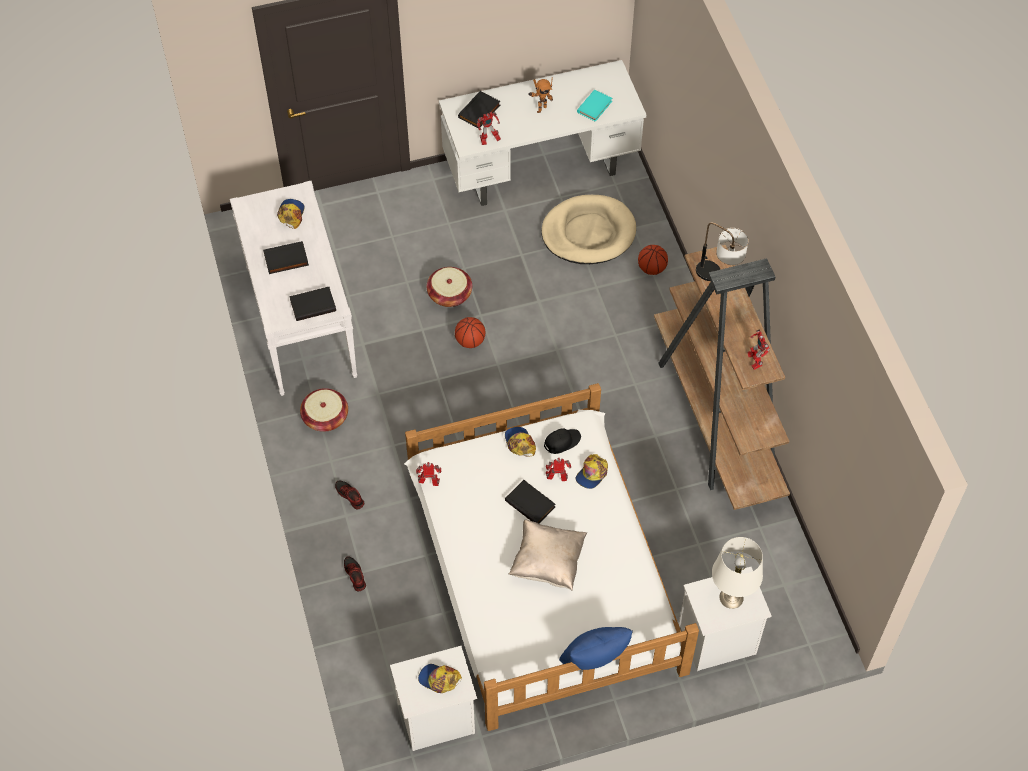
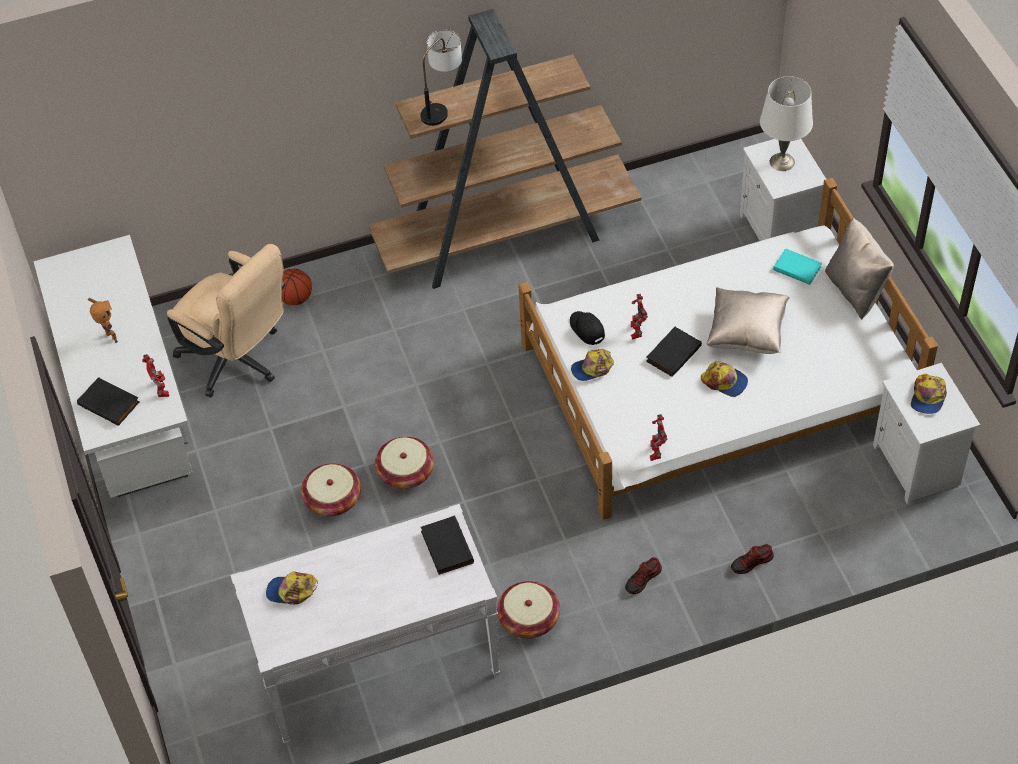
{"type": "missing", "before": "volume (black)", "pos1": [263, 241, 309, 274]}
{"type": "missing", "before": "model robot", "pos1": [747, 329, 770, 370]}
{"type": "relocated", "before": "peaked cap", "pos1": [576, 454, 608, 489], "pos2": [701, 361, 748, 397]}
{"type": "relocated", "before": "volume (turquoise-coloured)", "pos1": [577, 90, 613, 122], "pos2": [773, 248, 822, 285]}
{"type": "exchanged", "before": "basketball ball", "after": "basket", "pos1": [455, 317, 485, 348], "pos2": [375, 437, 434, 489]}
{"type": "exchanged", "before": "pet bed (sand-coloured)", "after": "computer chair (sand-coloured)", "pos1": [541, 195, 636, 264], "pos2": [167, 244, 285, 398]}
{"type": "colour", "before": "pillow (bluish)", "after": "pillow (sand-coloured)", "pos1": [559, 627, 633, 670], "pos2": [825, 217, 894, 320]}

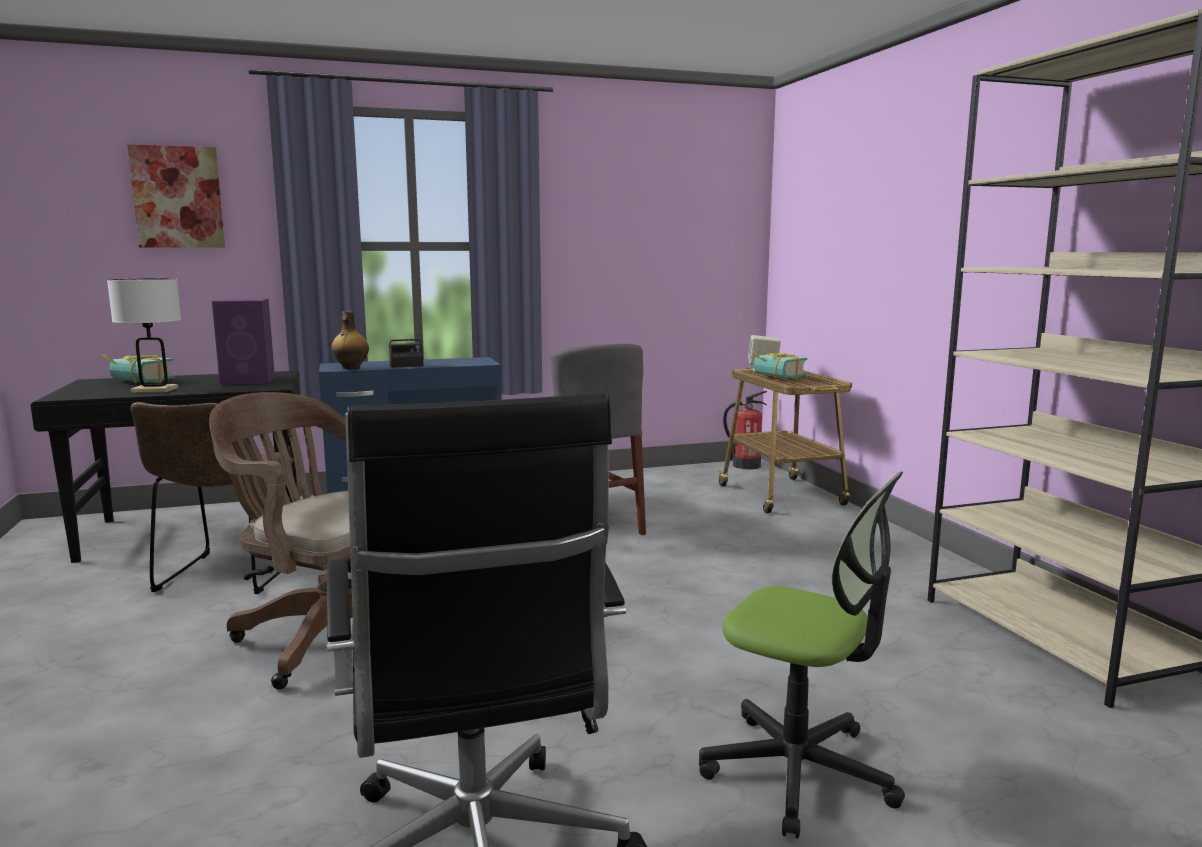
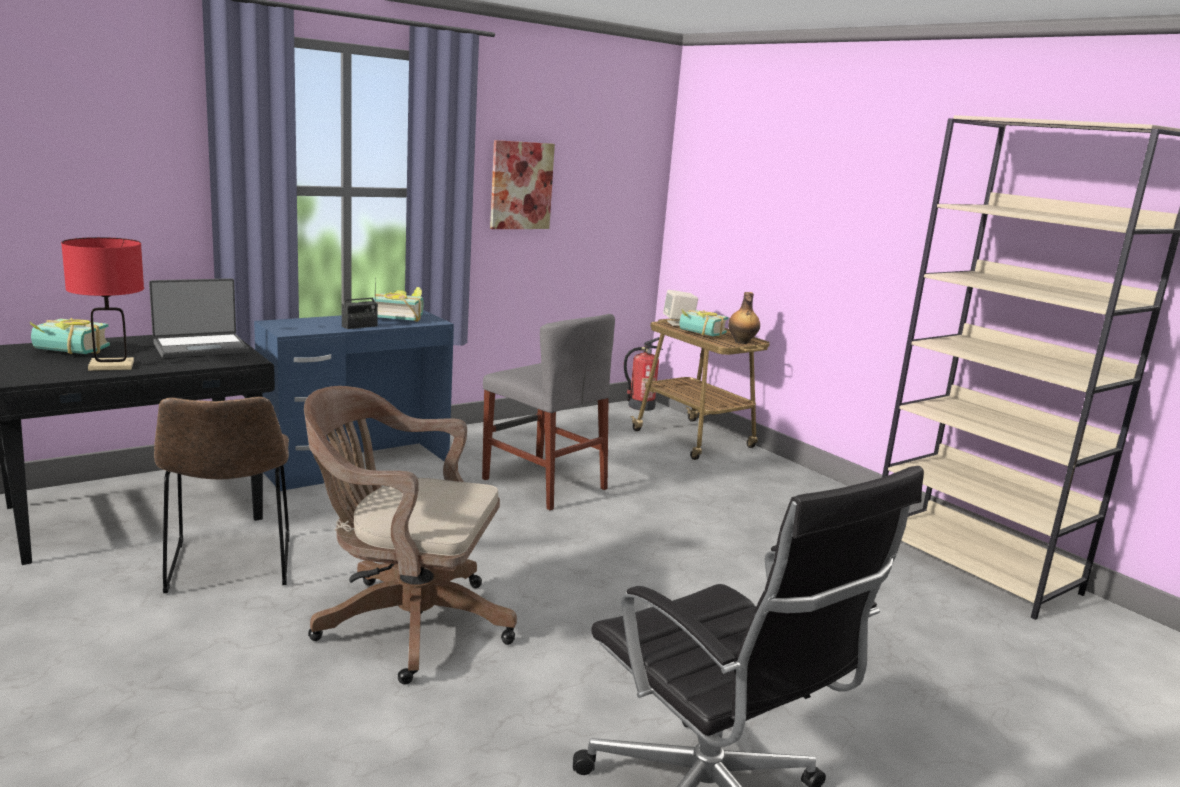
{"type": "missing", "before": "computer chair", "pos1": [699, 471, 905, 838]}
{"type": "appeared", "after": "volume", "pos2": [373, 287, 423, 322]}
{"type": "relocated", "before": "picture", "pos1": [127, 144, 225, 248], "pos2": [490, 140, 555, 229]}
{"type": "relocated", "before": "beverage bottle", "pos1": [331, 311, 369, 370], "pos2": [728, 292, 760, 344]}
{"type": "exchanged", "before": "audio speaker (purple-coloured)", "after": "portable computer", "pos1": [212, 298, 275, 385], "pos2": [149, 278, 249, 358]}
{"type": "colour", "before": "tabletop lamp (white)", "after": "tabletop lamp (red)", "pos1": [107, 278, 181, 393], "pos2": [61, 237, 144, 371]}

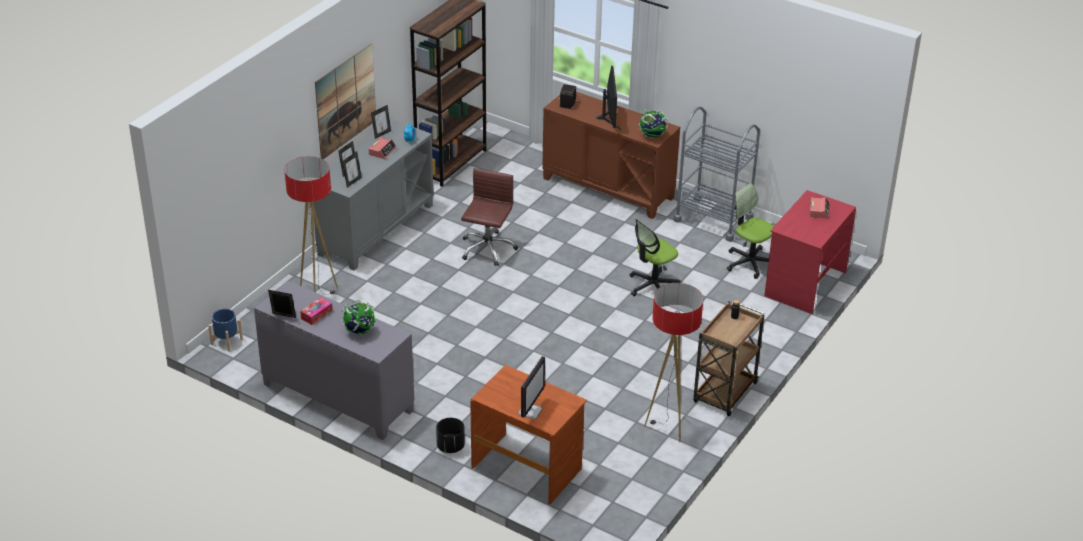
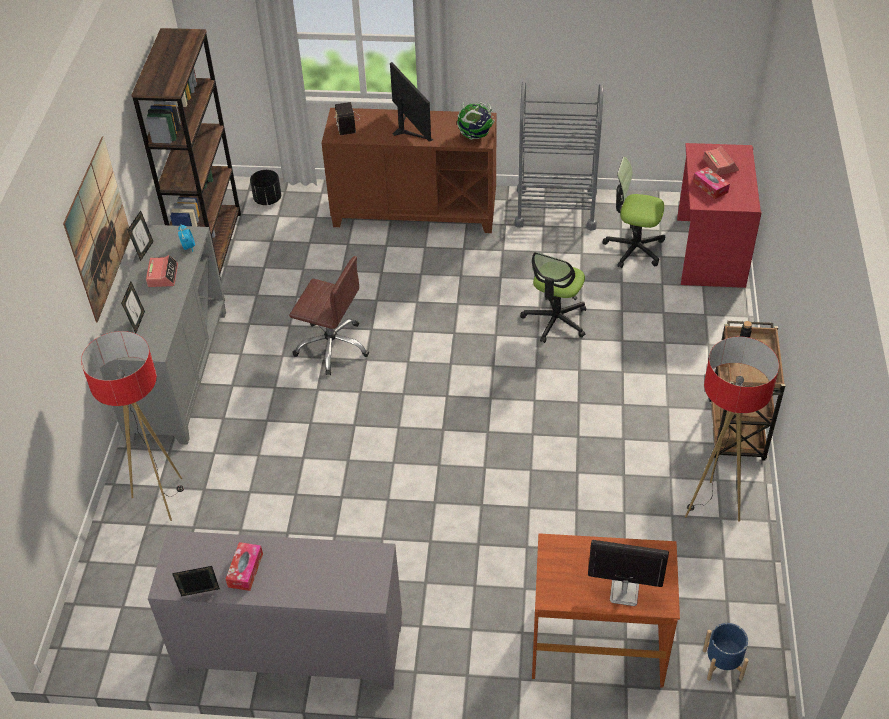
{"type": "missing", "before": "globe", "pos1": [341, 300, 376, 335]}
{"type": "missing", "before": "picture frame", "pos1": [342, 152, 362, 187]}
{"type": "appeared", "after": "tissue holder", "pos2": [693, 167, 730, 199]}
{"type": "relocated", "before": "plant pot (bluish)", "pos1": [208, 309, 243, 352], "pos2": [703, 623, 749, 681]}
{"type": "relocated", "before": "plant pot (black)", "pos1": [436, 418, 465, 453], "pos2": [250, 170, 281, 205]}
{"type": "spun", "before": "computer chair (brown)", "pos1": [461, 168, 518, 266], "pos2": [289, 256, 369, 375], "turn": 120}
{"type": "spun", "before": "computer display", "pos1": [518, 356, 545, 419], "pos2": [588, 540, 669, 606], "turn": -75}

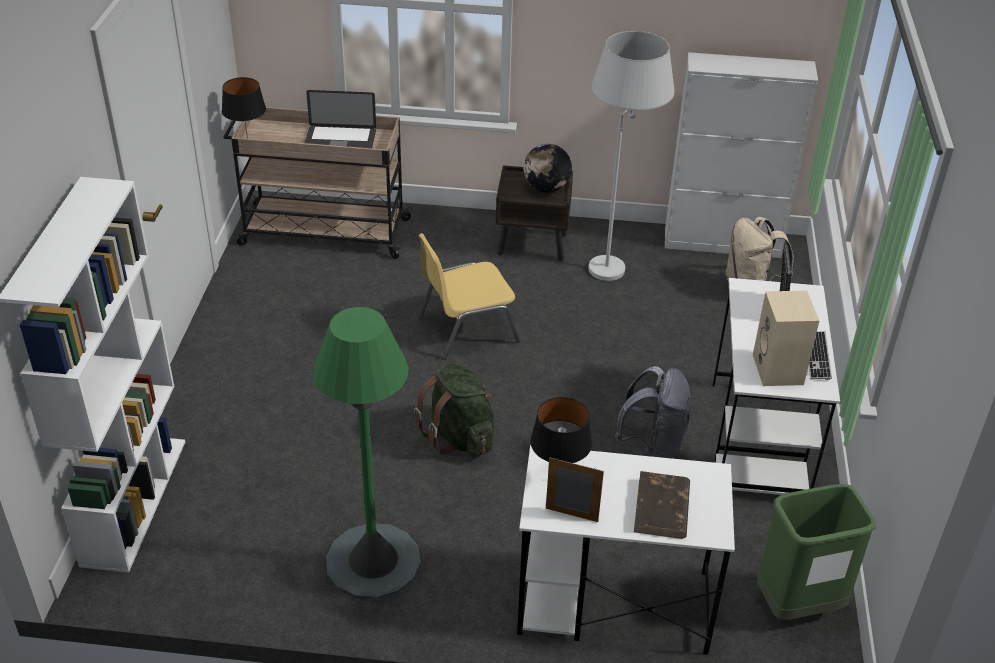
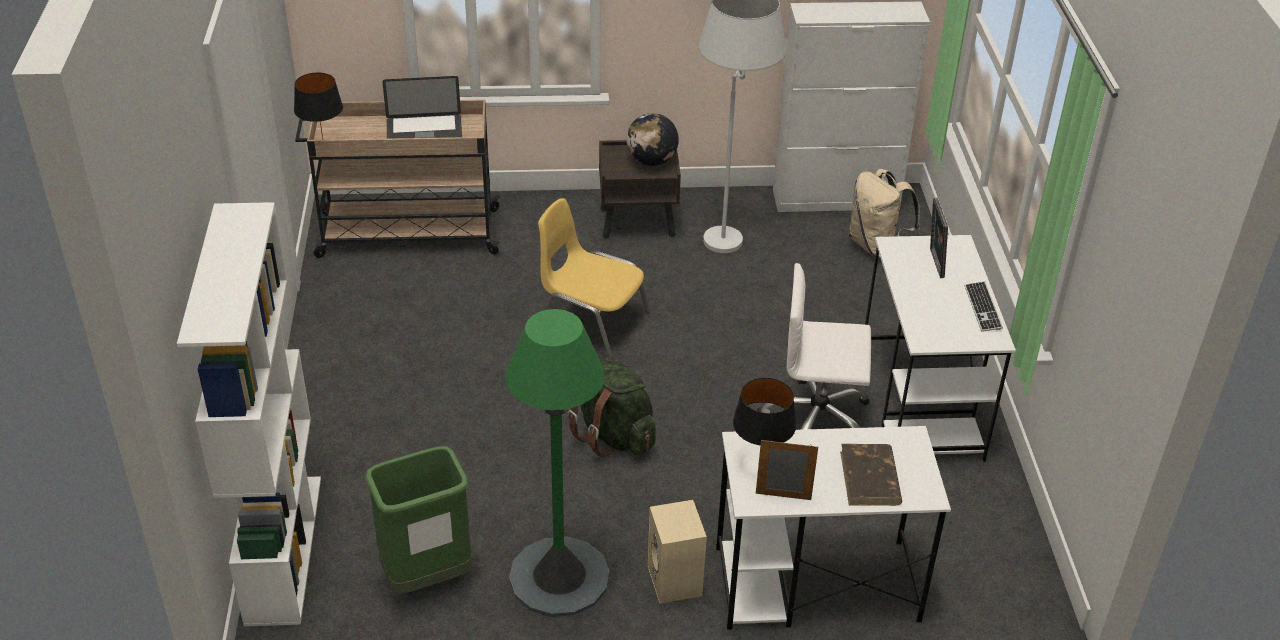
{"type": "relocated", "before": "audio speaker (sand-coloured)", "pos1": [753, 291, 819, 386], "pos2": [648, 500, 707, 604]}
{"type": "relocated", "before": "rubbish bin (greenish)", "pos1": [757, 484, 876, 620], "pos2": [365, 446, 472, 593]}
{"type": "exchanged", "before": "knapsack (grey)", "after": "computer chair (white)", "pos1": [615, 366, 693, 459], "pos2": [757, 263, 871, 430]}
{"type": "spun", "before": "plain chair (yellow-coloured)", "pos1": [418, 233, 520, 360], "pos2": [538, 198, 650, 359], "turn": 60}

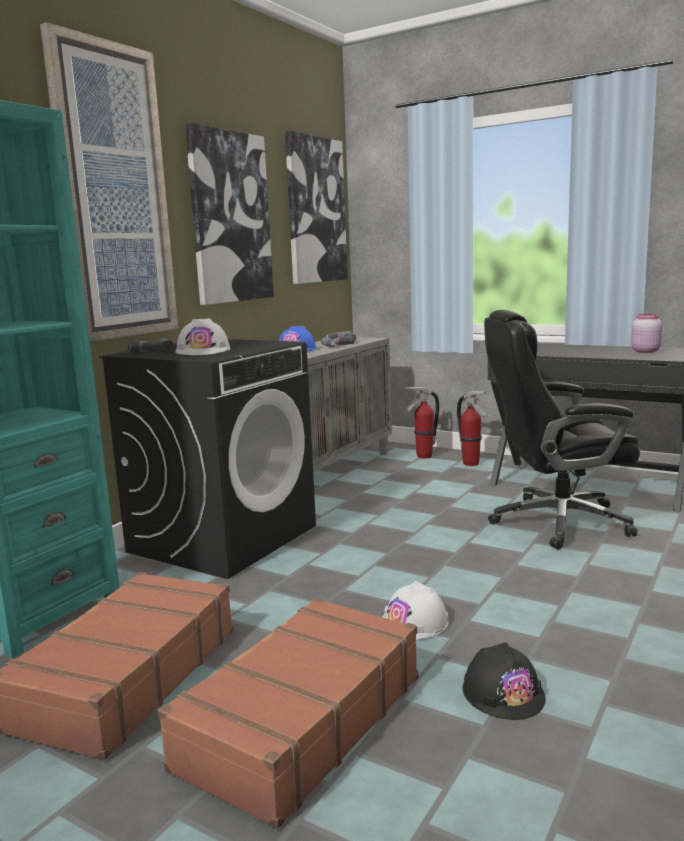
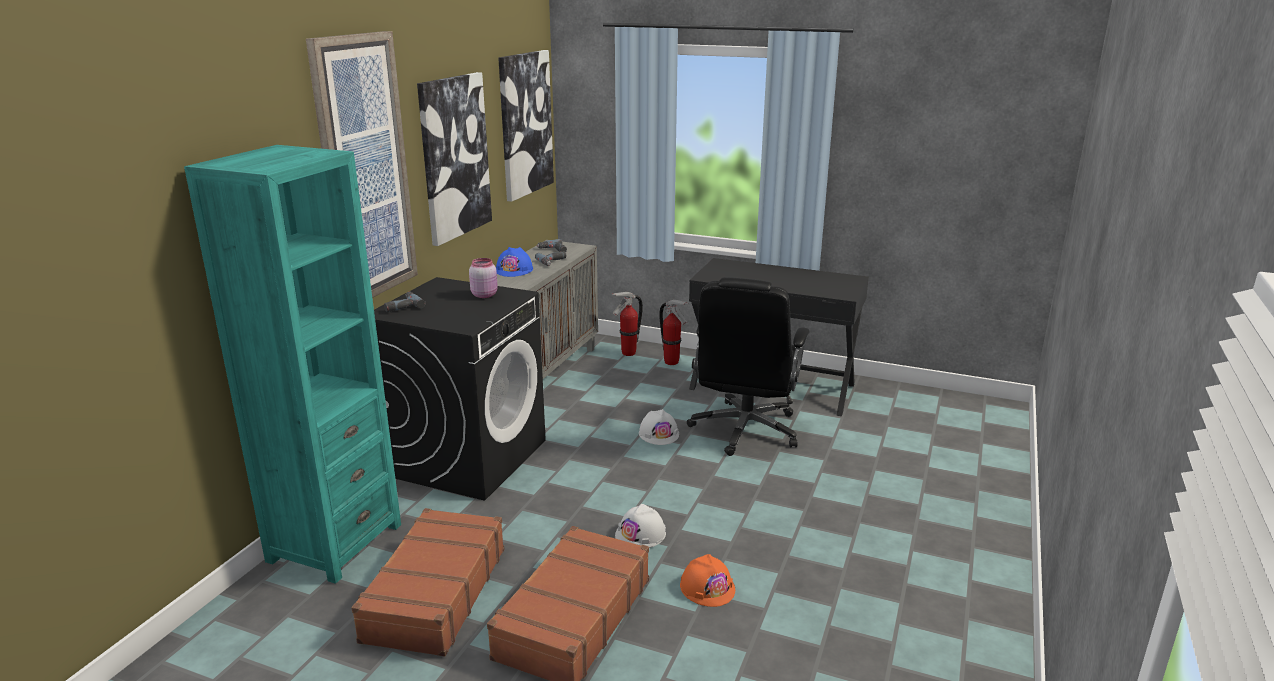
{"type": "relocated", "before": "hard hat (white)", "pos1": [175, 318, 231, 355], "pos2": [639, 409, 679, 445]}
{"type": "relocated", "before": "preserve jar (pink-coloured)", "pos1": [631, 314, 662, 353], "pos2": [469, 258, 498, 298]}
{"type": "colour", "before": "hard hat (black)", "after": "hard hat (orange-coloured)", "pos1": [463, 642, 545, 720], "pos2": [680, 554, 735, 607]}
{"type": "spun", "before": "computer chair (black)", "pos1": [484, 310, 640, 549], "pos2": [687, 277, 810, 456], "turn": -60}

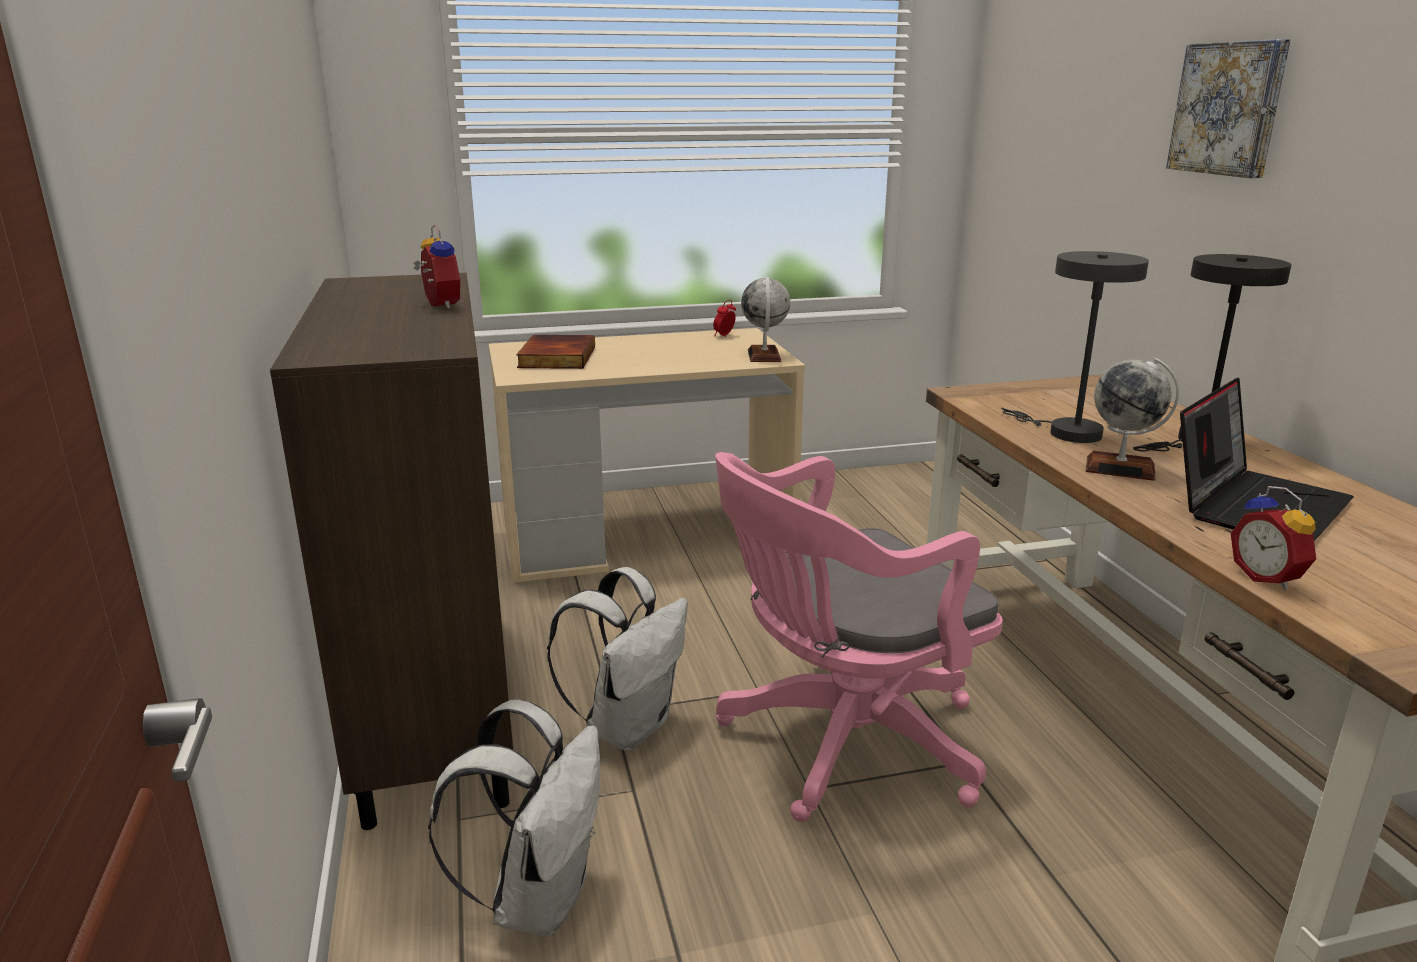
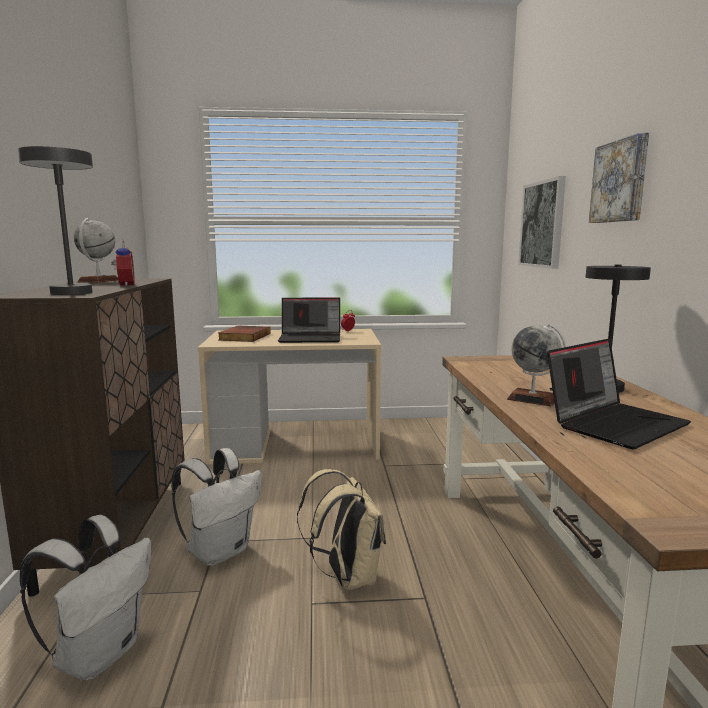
{"type": "missing", "before": "bedside clock", "pos1": [1231, 486, 1316, 590]}
{"type": "appeared", "after": "portable computer", "pos2": [278, 298, 340, 343]}
{"type": "appeared", "after": "picture", "pos2": [518, 176, 566, 269]}
{"type": "relocated", "before": "globe", "pos1": [741, 277, 790, 362], "pos2": [74, 218, 118, 283]}
{"type": "relocated", "before": "tabletop lamp (grey)", "pos1": [1001, 251, 1149, 443], "pos2": [18, 146, 93, 295]}
{"type": "exchanged", "before": "computer chair (pink-coloured)", "after": "knapsack (sand-coloured)", "pos1": [715, 452, 1003, 822], "pos2": [297, 469, 386, 590]}

